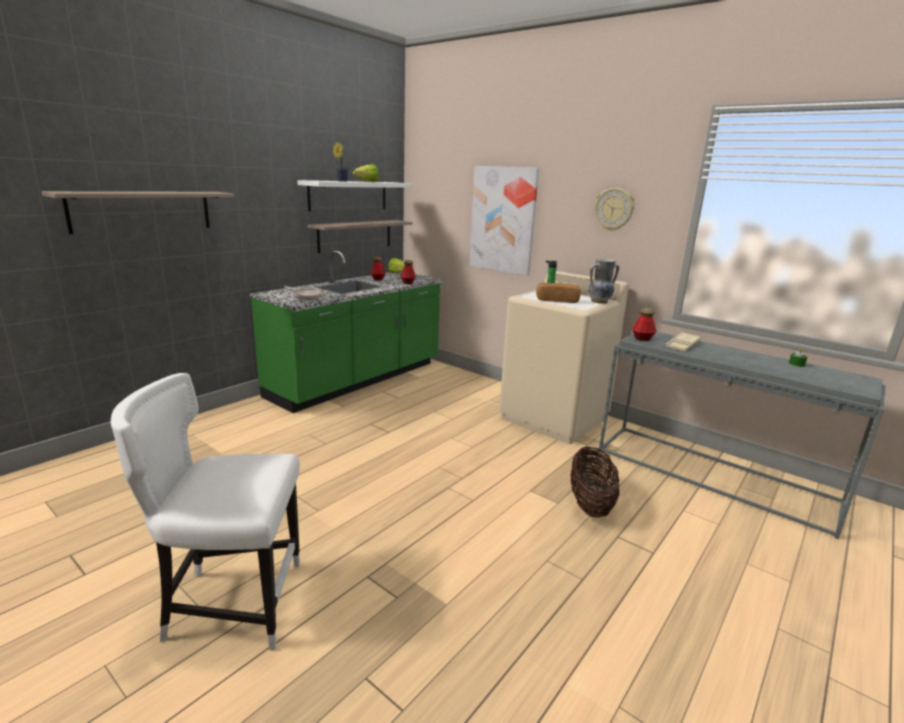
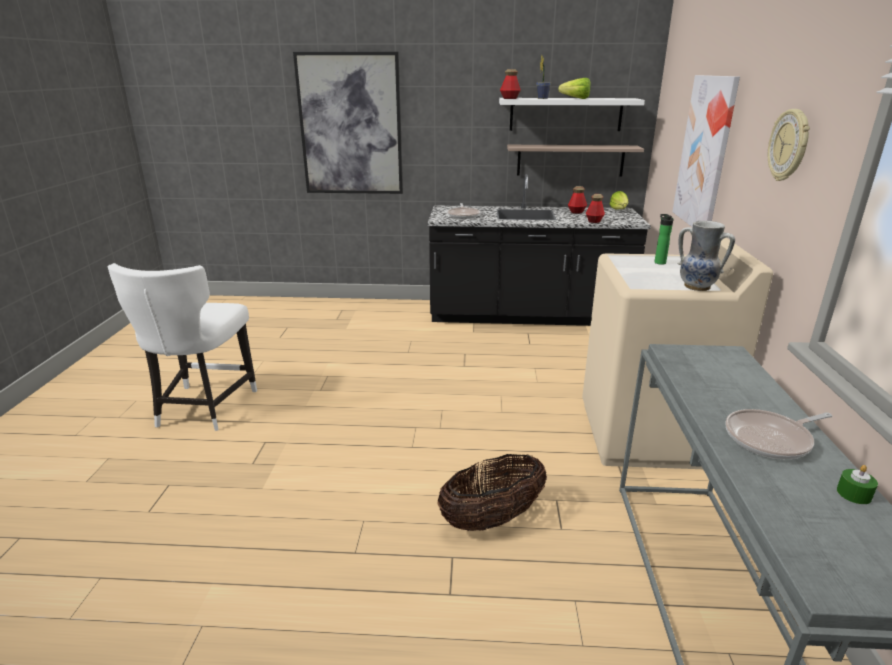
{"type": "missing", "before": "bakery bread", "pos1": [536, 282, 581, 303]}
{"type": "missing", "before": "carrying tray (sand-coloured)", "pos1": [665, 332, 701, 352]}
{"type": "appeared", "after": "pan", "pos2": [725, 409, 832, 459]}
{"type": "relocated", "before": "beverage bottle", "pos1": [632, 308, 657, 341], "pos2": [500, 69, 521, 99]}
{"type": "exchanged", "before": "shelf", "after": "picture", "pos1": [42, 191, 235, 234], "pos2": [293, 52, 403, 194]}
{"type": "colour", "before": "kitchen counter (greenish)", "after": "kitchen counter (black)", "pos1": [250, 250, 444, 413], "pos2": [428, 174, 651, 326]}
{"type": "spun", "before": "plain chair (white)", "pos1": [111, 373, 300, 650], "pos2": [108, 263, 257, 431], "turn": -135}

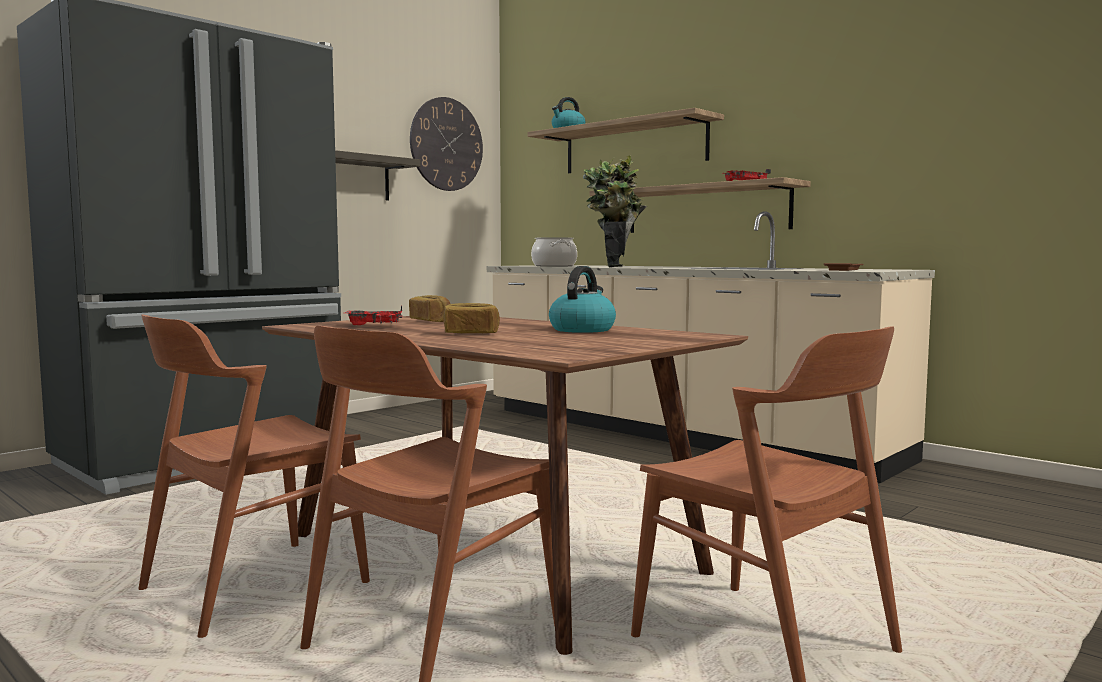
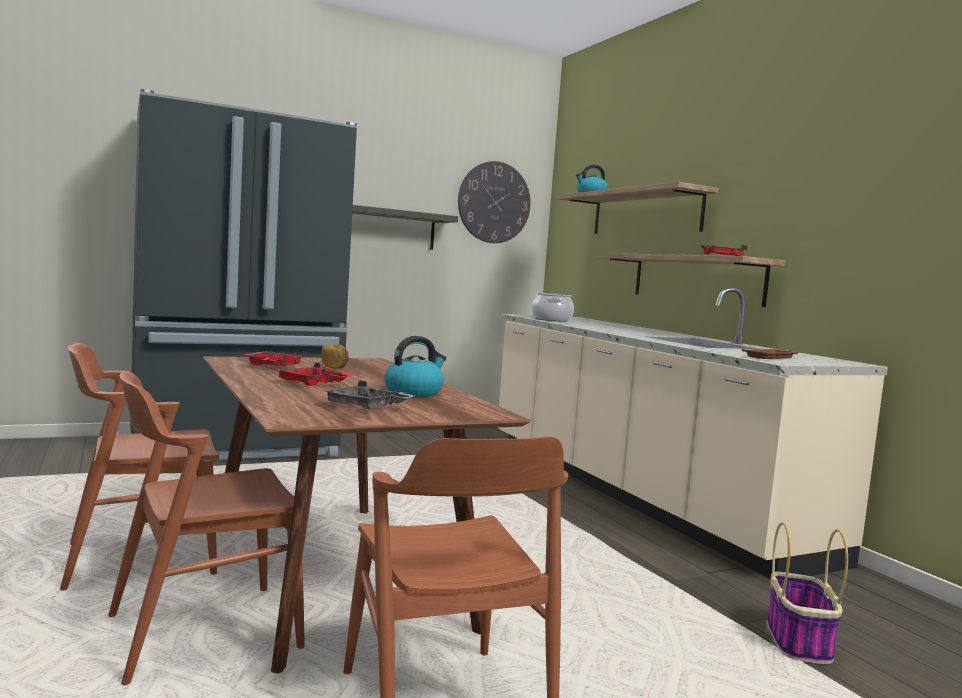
{"type": "missing", "before": "houseplant", "pos1": [583, 155, 647, 267]}
{"type": "appeared", "after": "carrying tray (grey)", "pos2": [323, 380, 415, 410]}
{"type": "appeared", "after": "basket", "pos2": [767, 522, 848, 664]}
{"type": "exchanged", "before": "bakery bread", "after": "carrying tray (red)", "pos1": [444, 303, 500, 333], "pos2": [275, 362, 354, 386]}

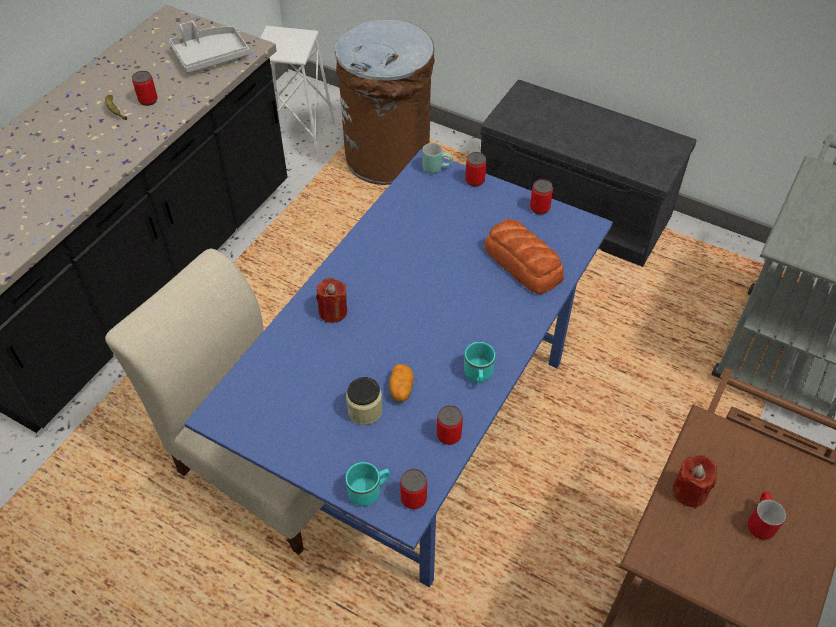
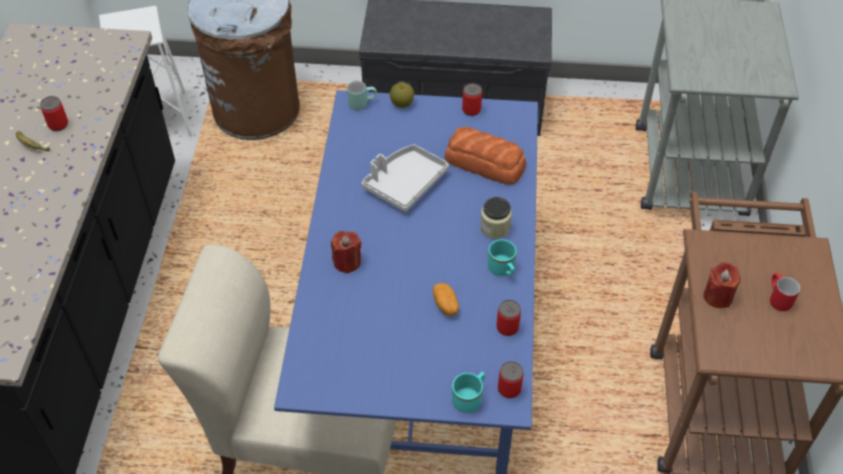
{"type": "relocated", "before": "carrying tray (grey)", "pos1": [169, 21, 250, 73], "pos2": [362, 144, 449, 212]}
{"type": "relocated", "before": "preserve jar", "pos1": [346, 377, 383, 425], "pos2": [480, 197, 512, 239]}
{"type": "exchanged", "before": "can", "after": "apple fruit", "pos1": [465, 152, 486, 187], "pos2": [390, 82, 414, 108]}

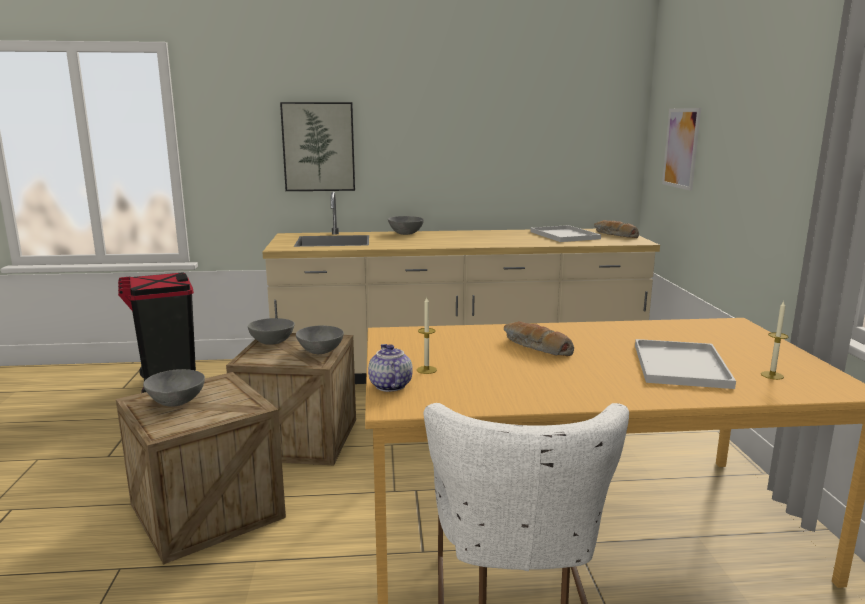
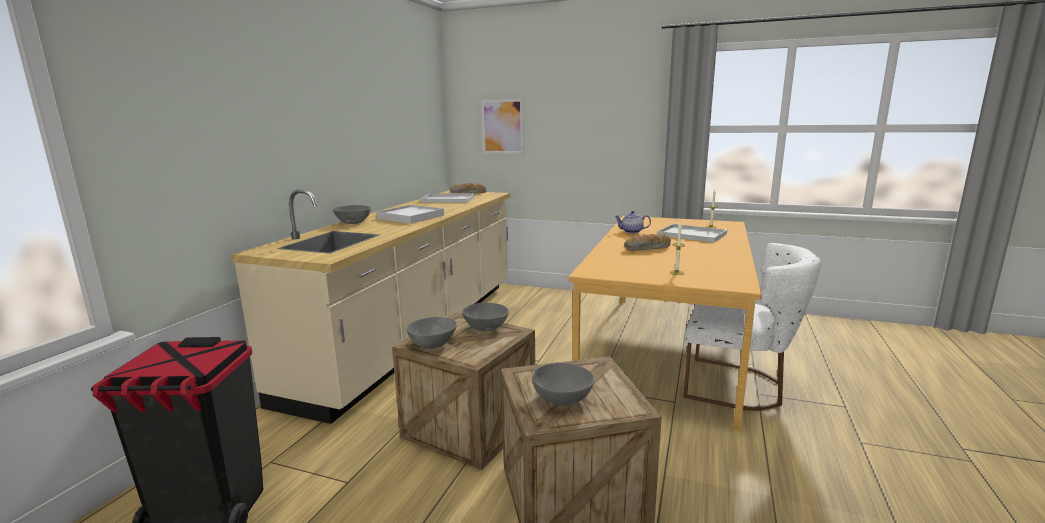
{"type": "missing", "before": "picture", "pos1": [280, 102, 355, 191]}
{"type": "appeared", "after": "carrying tray (white)", "pos2": [376, 205, 444, 224]}
{"type": "relocated", "before": "teapot", "pos1": [368, 344, 413, 392], "pos2": [614, 211, 651, 234]}

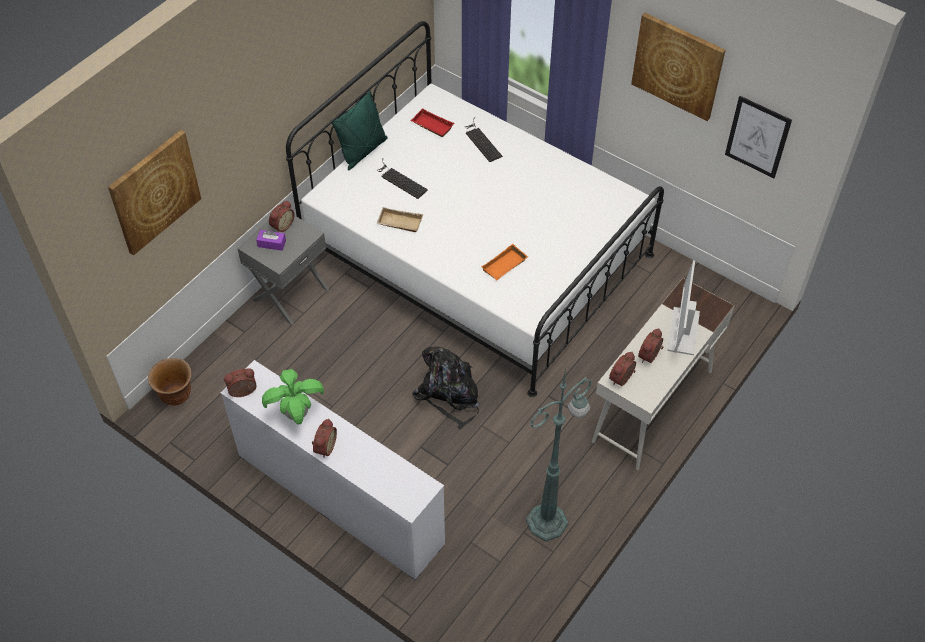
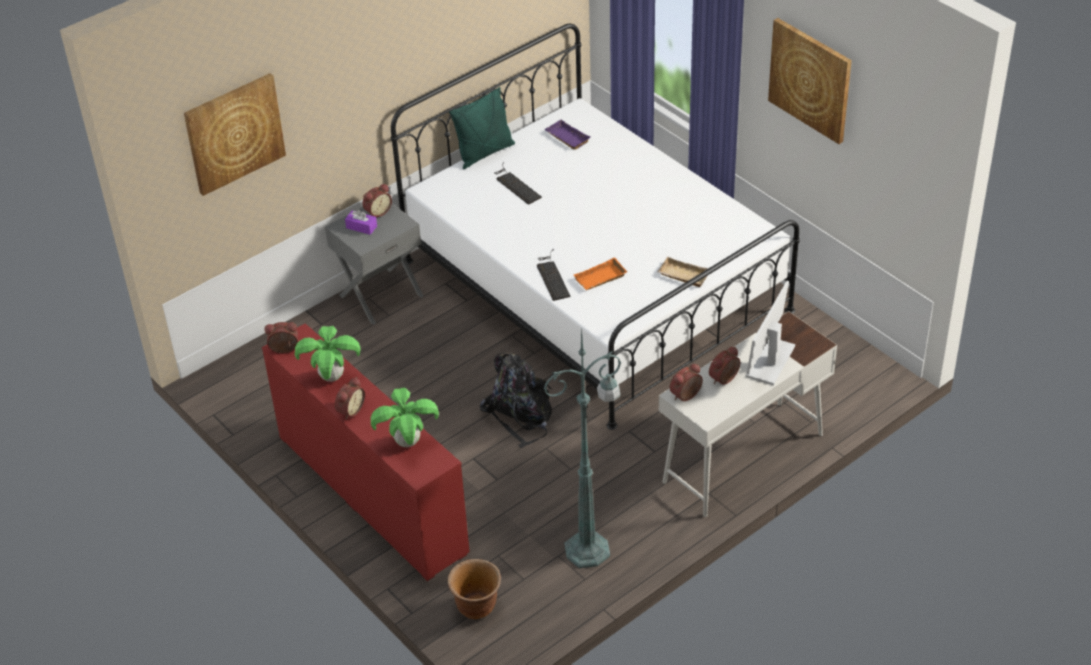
{"type": "missing", "before": "picture", "pos1": [725, 96, 792, 178]}
{"type": "appeared", "after": "houseplant", "pos2": [371, 388, 439, 447]}
{"type": "relocated", "before": "plant pot (brown)", "pos1": [148, 358, 192, 406], "pos2": [448, 559, 501, 620]}
{"type": "relocated", "before": "carrying tray (sand-coloured)", "pos1": [377, 207, 423, 232], "pos2": [657, 257, 709, 287]}
{"type": "relocated", "before": "PC keyboard", "pos1": [465, 117, 503, 162], "pos2": [537, 249, 571, 301]}
{"type": "colour", "before": "dresser (white)", "after": "dresser (red)", "pos1": [221, 360, 445, 580], "pos2": [262, 323, 470, 581]}
{"type": "colour", "before": "carrying tray (red)", "after": "carrying tray (purple-coloured)", "pos1": [410, 108, 454, 137], "pos2": [544, 119, 590, 150]}

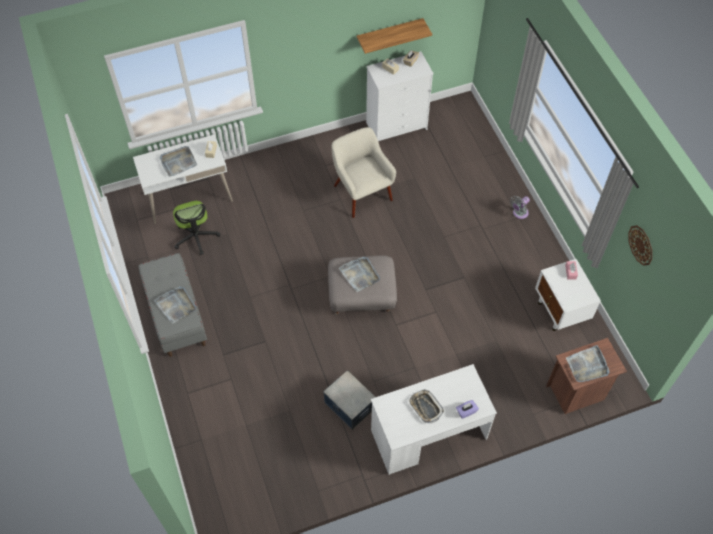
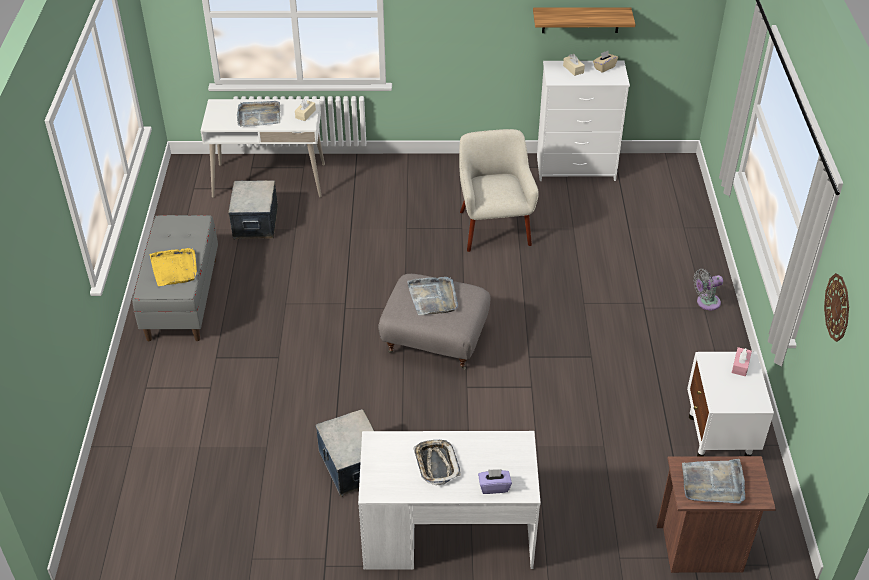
{"type": "exchanged", "before": "computer chair", "after": "storage bin", "pos1": [173, 201, 220, 255], "pos2": [228, 180, 278, 239]}
{"type": "colour", "before": "carrying tray (grey)", "after": "carrying tray (yellow-coloured)", "pos1": [154, 286, 196, 324], "pos2": [150, 248, 197, 286]}

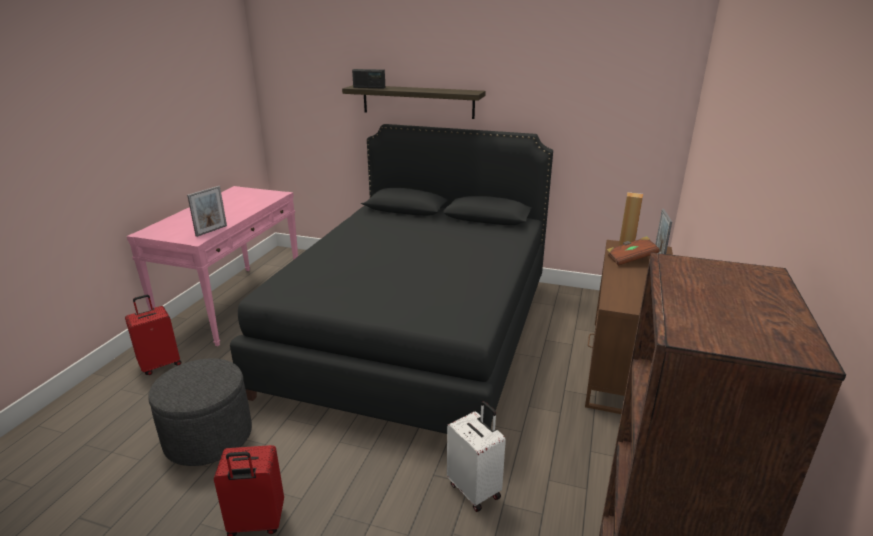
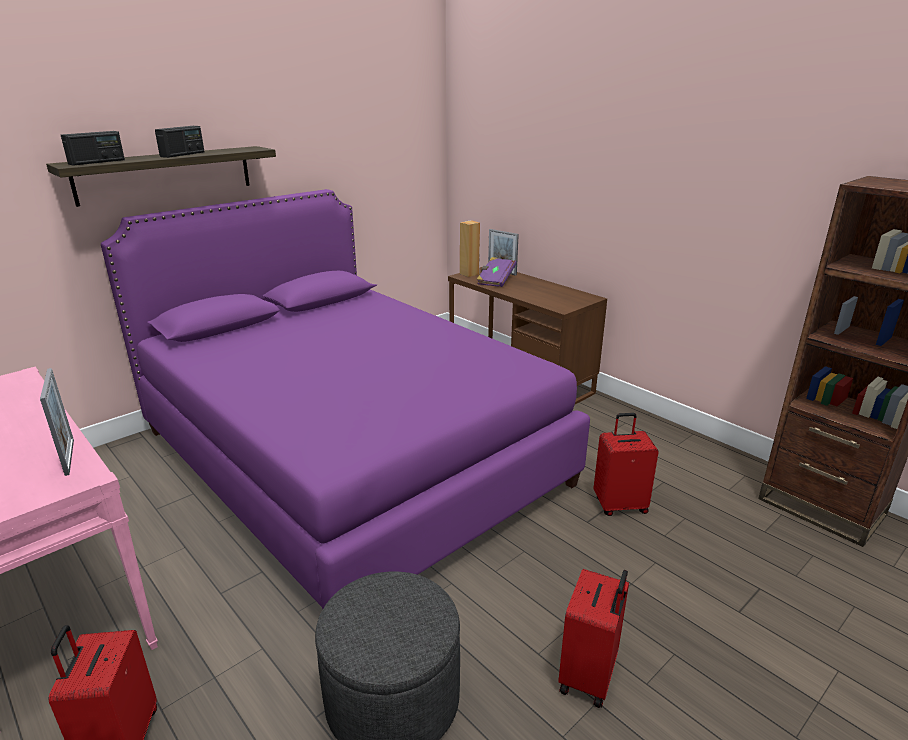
{"type": "appeared", "after": "radio receiver", "pos2": [155, 126, 204, 158]}
{"type": "colour", "before": "bed (black)", "after": "bed (purple-coloured)", "pos1": [230, 124, 553, 434], "pos2": [101, 189, 590, 609]}
{"type": "colour", "before": "suitcase (white)", "after": "suitcase (red)", "pos1": [447, 401, 506, 512], "pos2": [593, 413, 659, 516]}
{"type": "colour", "before": "volume (brown)", "after": "volume (purple-coloured)", "pos1": [607, 236, 660, 266], "pos2": [476, 257, 516, 287]}

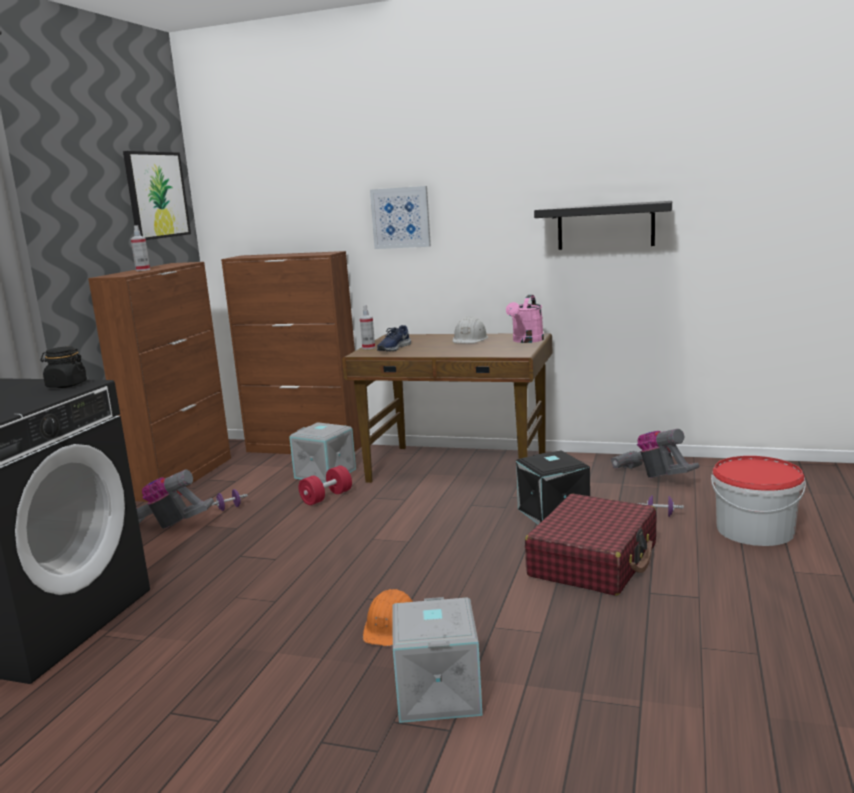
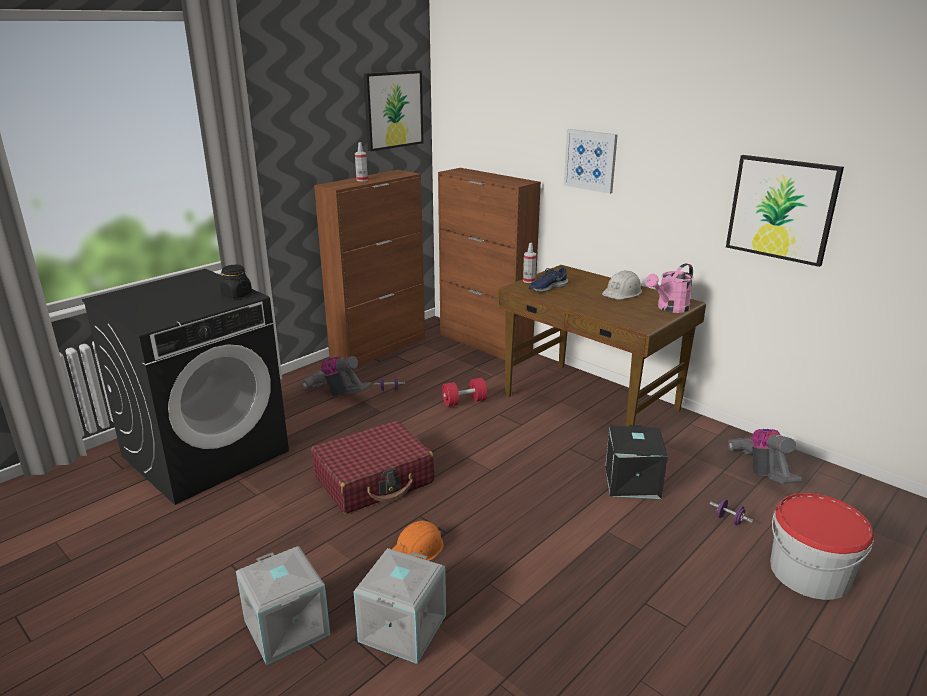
{"type": "relocated", "before": "storage bin (grey)", "pos1": [289, 422, 356, 483], "pos2": [236, 546, 330, 665]}
{"type": "relocated", "before": "suitcase (red)", "pos1": [525, 494, 657, 596], "pos2": [311, 421, 434, 514]}
{"type": "exchanged", "before": "shelf (black)", "after": "picture", "pos1": [534, 201, 672, 250], "pos2": [726, 155, 844, 267]}

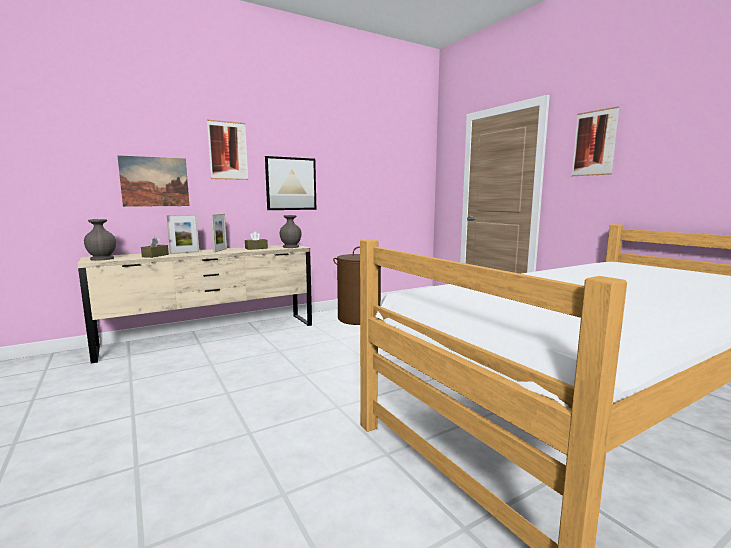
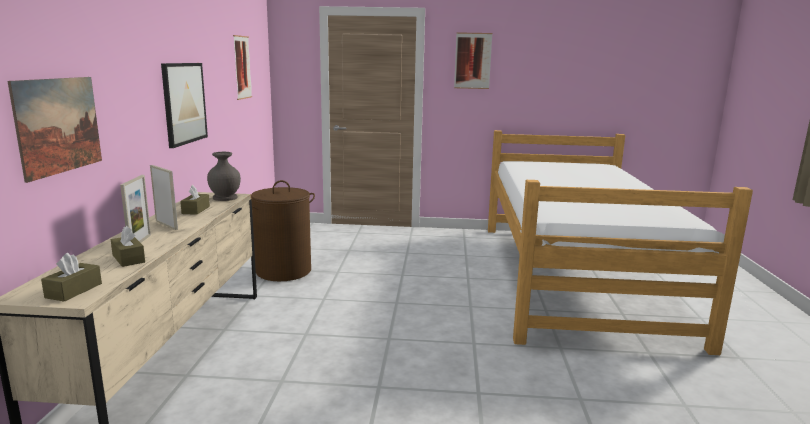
{"type": "relocated", "before": "picture", "pos1": [207, 120, 248, 180], "pos2": [233, 35, 252, 100]}
{"type": "exchanged", "before": "flower vase (grey)", "after": "tissue holder (brown)", "pos1": [84, 219, 116, 261], "pos2": [41, 253, 102, 302]}

